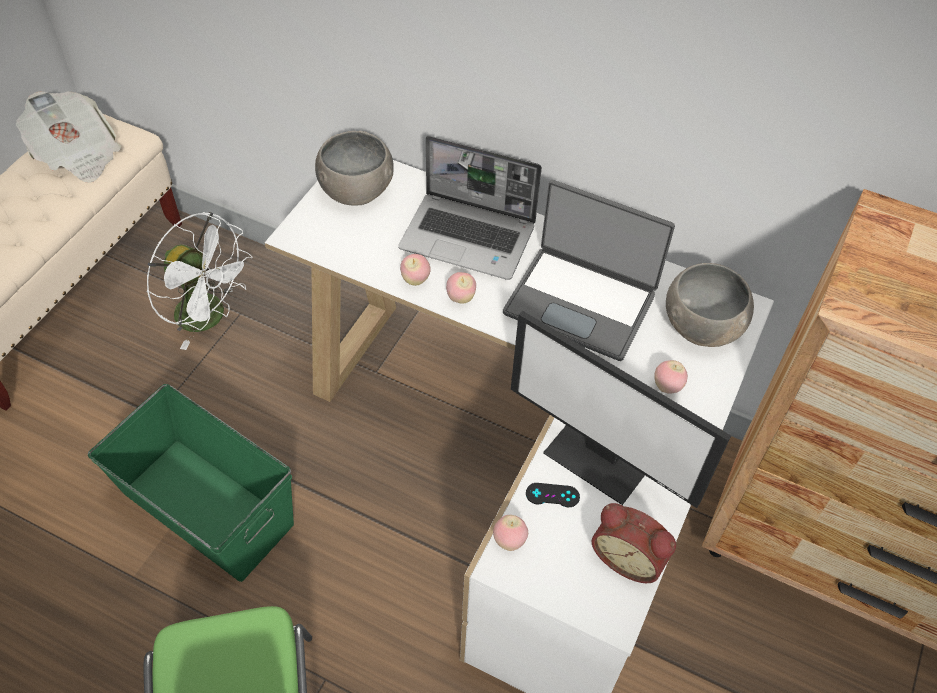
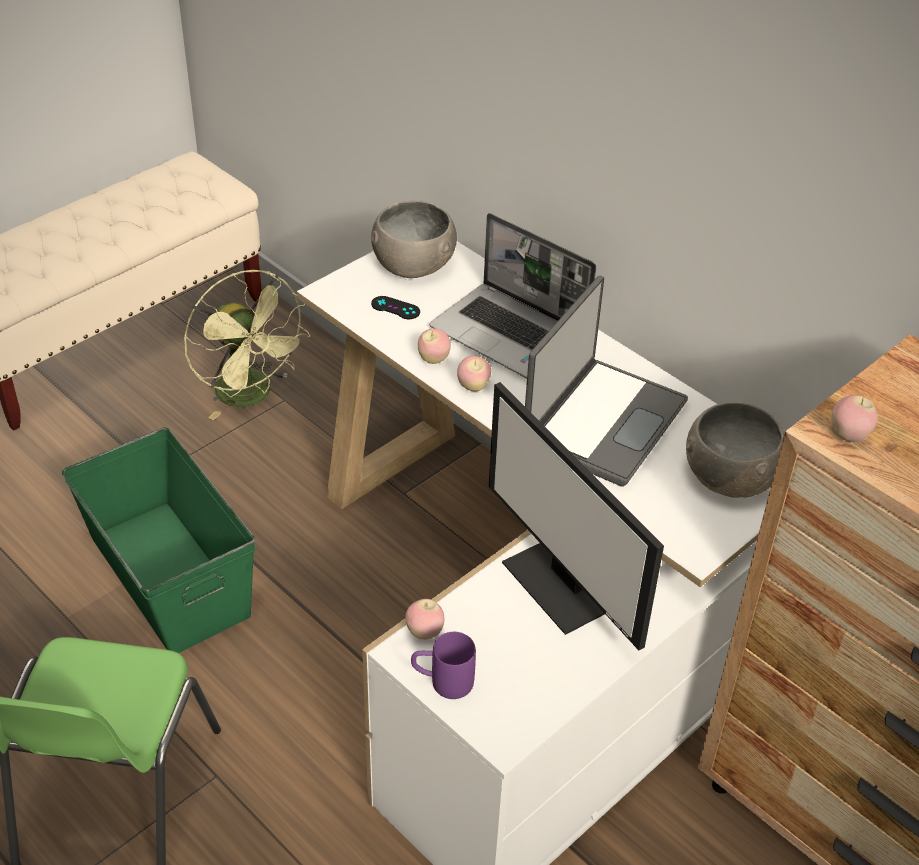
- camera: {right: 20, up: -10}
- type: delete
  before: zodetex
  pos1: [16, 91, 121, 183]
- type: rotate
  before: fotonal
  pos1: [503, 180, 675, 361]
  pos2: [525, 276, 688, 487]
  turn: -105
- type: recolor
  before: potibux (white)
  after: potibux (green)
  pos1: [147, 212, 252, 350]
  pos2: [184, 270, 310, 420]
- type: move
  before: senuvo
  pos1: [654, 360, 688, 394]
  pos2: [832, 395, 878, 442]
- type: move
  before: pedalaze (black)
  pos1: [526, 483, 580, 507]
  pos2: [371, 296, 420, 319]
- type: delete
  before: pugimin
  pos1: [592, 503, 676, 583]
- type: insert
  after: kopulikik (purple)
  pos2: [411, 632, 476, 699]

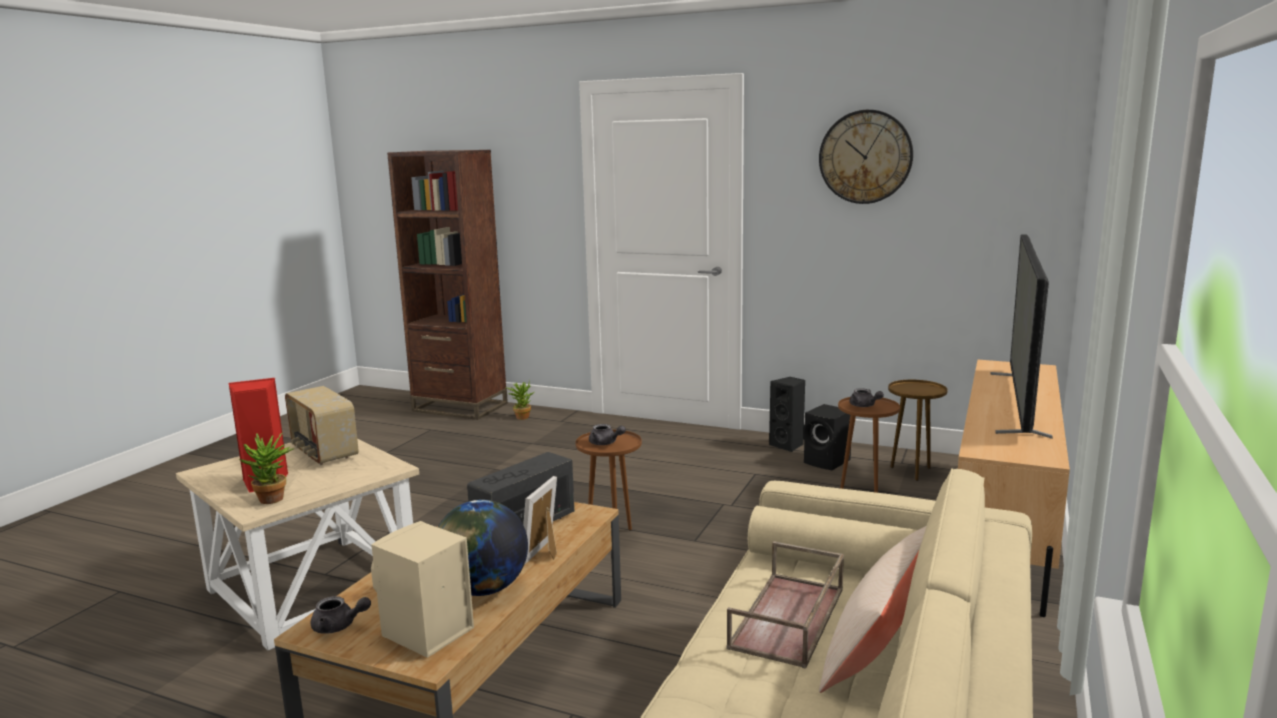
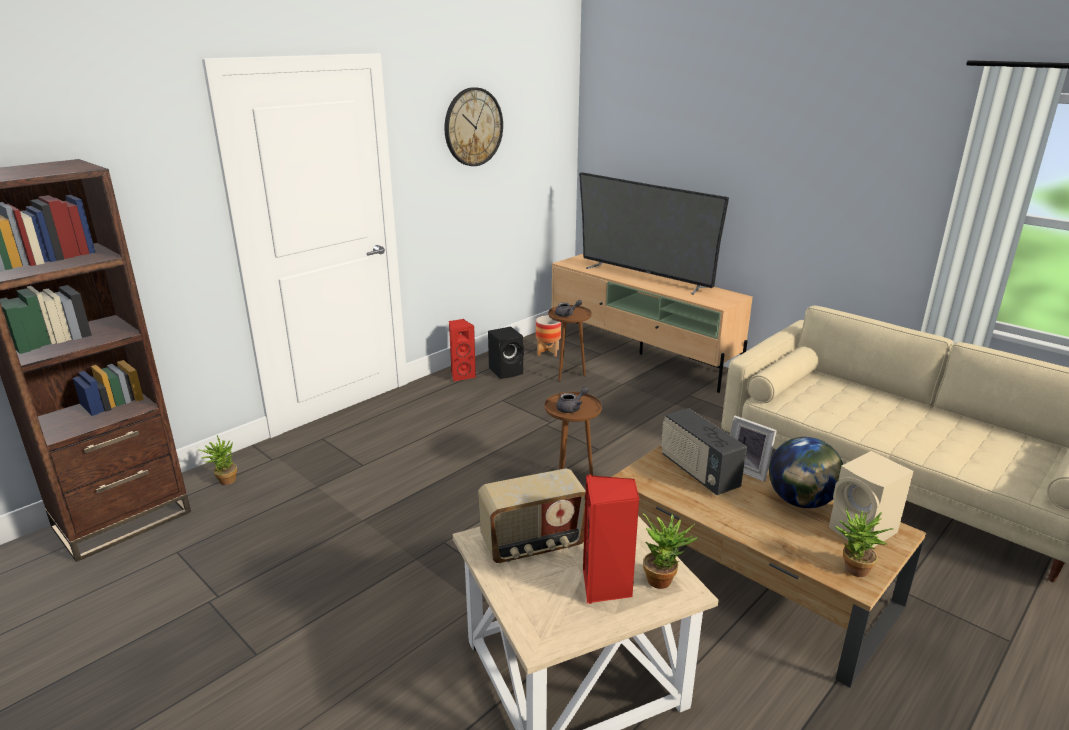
- camera: {right: -70, up: 10}
- type: recolor
  before: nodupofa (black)
  after: nodupofa (red)
  pos1: [769, 377, 805, 452]
  pos2: [449, 319, 476, 381]
- type: replace
  before: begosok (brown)
  after: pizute
  pos1: [888, 380, 948, 481]
  pos2: [536, 316, 561, 357]
- type: delete
  before: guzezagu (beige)
  pos1: [819, 526, 926, 693]
- type: delete
  before: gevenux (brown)
  pos1: [727, 541, 844, 669]
- type: replace
  before: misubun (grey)
  after: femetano
  pos1: [311, 596, 371, 634]
  pos2: [835, 508, 894, 577]

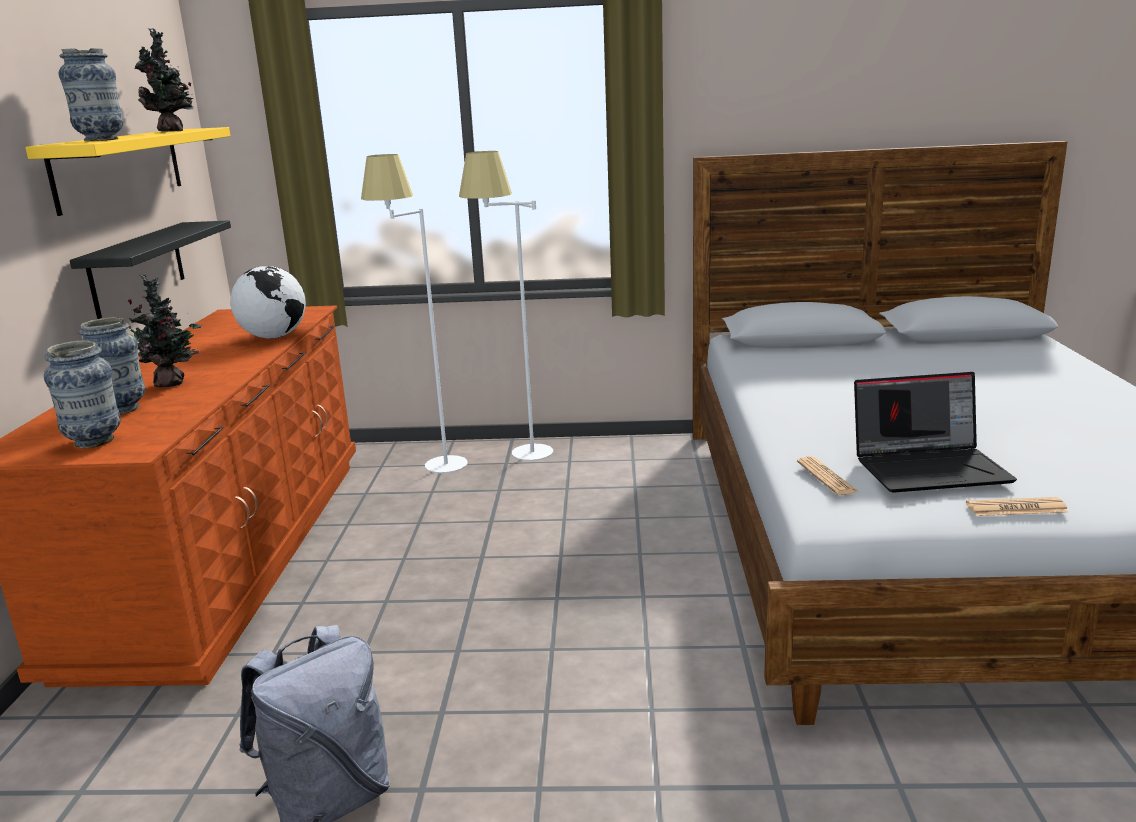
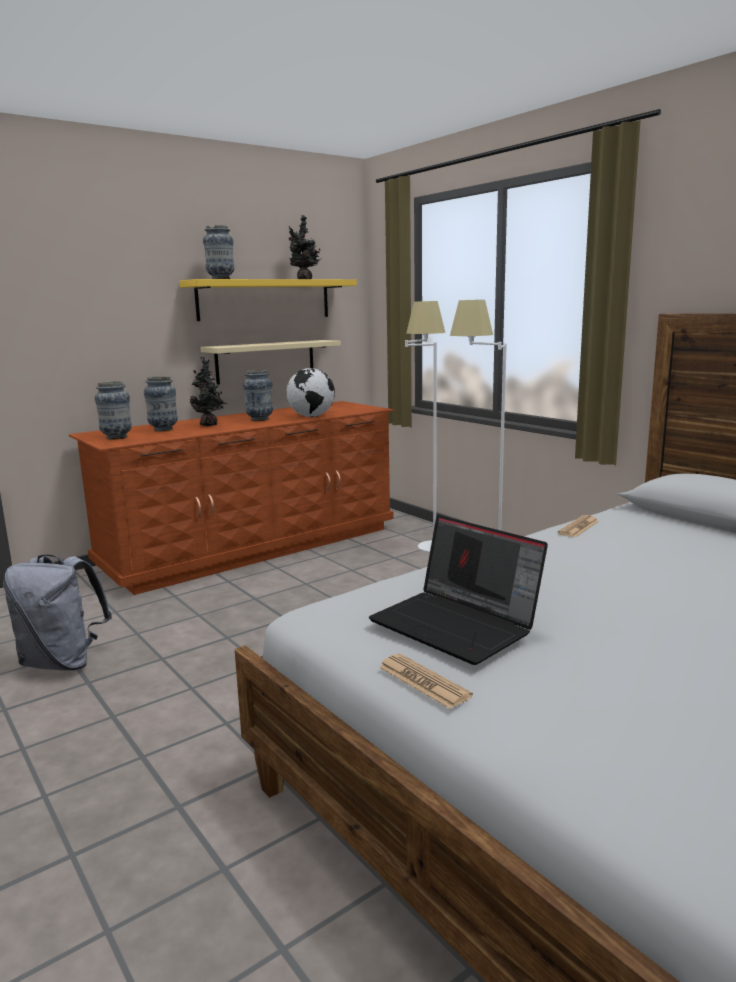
- camera: {right: 50, up: -5}
- type: recolor
  before: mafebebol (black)
  after: mafebebol (beige)
  pos1: [70, 220, 231, 319]
  pos2: [200, 340, 341, 384]
- type: move
  before: zodetex
  pos1: [797, 456, 859, 495]
  pos2: [558, 515, 599, 537]
- type: insert
  after: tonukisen
  pos2: [243, 370, 273, 421]

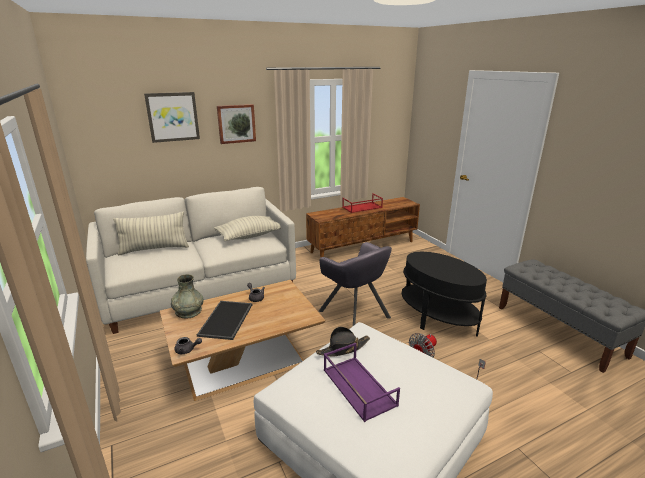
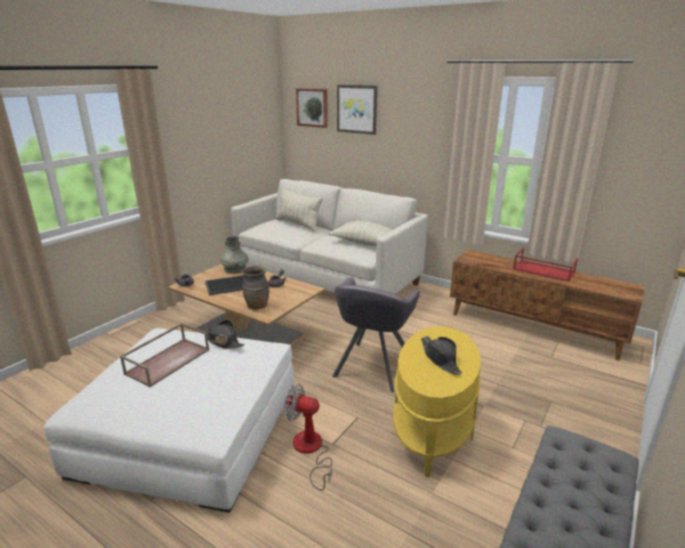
- camera: {right: 60, up: 0}
- type: move
  before: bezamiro
  pos1: [217, 104, 256, 144]
  pos2: [296, 88, 328, 128]
- type: recolor
  before: begosok (black)
  after: begosok (yellow)
  pos1: [401, 252, 487, 337]
  pos2: [393, 326, 481, 477]
- type: recolor
  before: gevenux (purple)
  after: gevenux (brown)
  pos1: [324, 343, 400, 422]
  pos2: [120, 323, 209, 387]
- type: insert
  after: tonukisen (brown)
  pos2: [242, 266, 269, 309]
- type: insert
  after: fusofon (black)
  pos2: [421, 336, 462, 375]

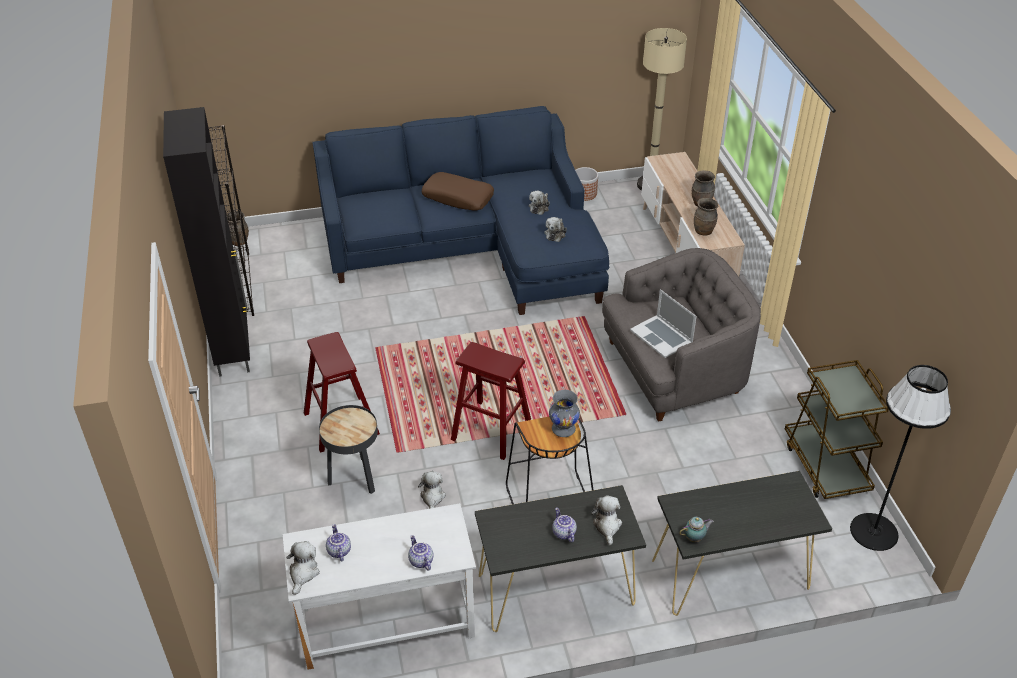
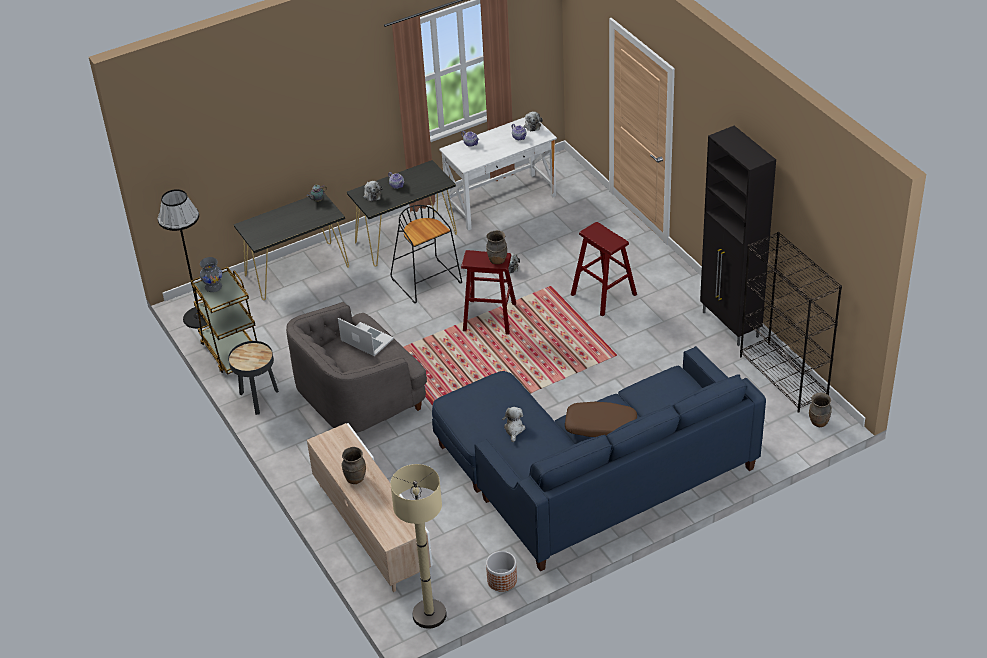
- camera: {right: 165, up: 0}
- type: move
  before: tonukisen (brown)
  pos1: [694, 198, 718, 236]
  pos2: [486, 230, 507, 264]
- type: delete
  before: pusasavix
  pos1: [544, 217, 567, 242]
- type: move
  before: tonukisen (grey)
  pos1: [549, 390, 580, 437]
  pos2: [200, 257, 222, 292]
- type: move
  before: begosok (black)
  pos1: [319, 405, 378, 494]
  pos2: [228, 341, 279, 415]

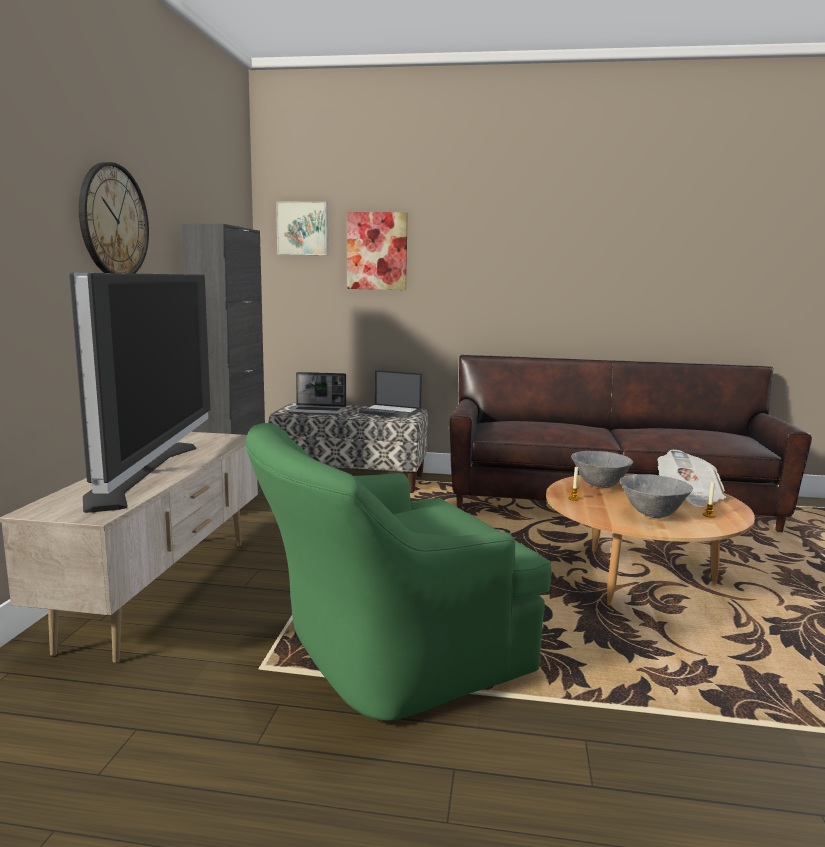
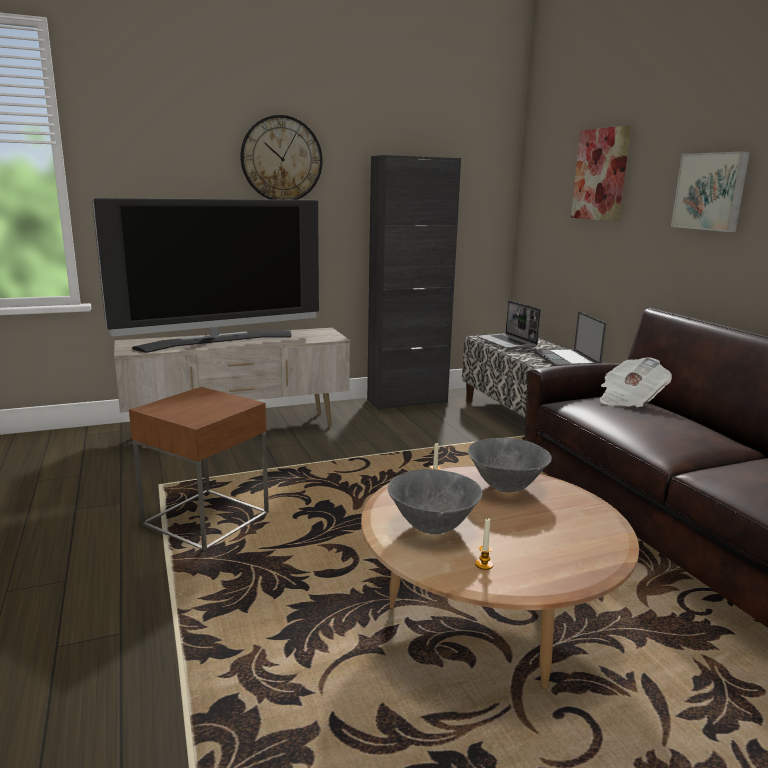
- camera: {right: 60, up: 5}
- type: move
  before: bezamiro
  pos1: [276, 202, 328, 255]
  pos2: [671, 151, 750, 232]
- type: replace
  before: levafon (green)
  after: begosok (brown)
  pos1: [245, 423, 551, 721]
  pos2: [129, 387, 269, 551]
- type: move
  before: zodetex
  pos1: [657, 450, 726, 507]
  pos2: [599, 357, 672, 407]

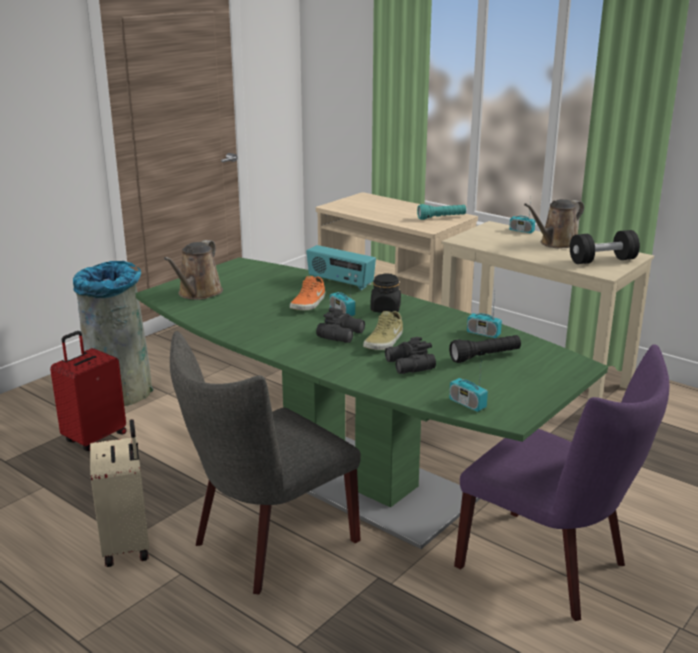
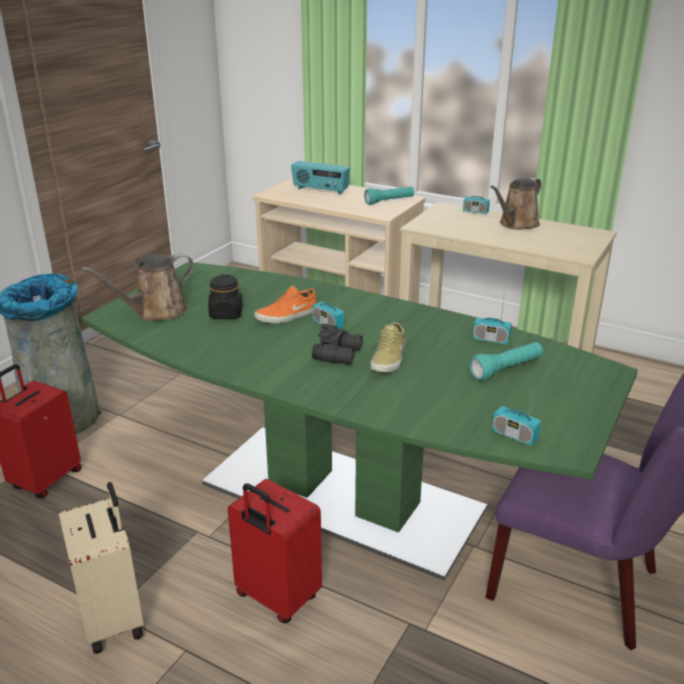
- camera: {right: -10, up: 5}
- type: delete
  before: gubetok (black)
  pos1: [570, 230, 640, 264]
- type: rotate
  before: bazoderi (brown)
  pos1: [164, 240, 223, 300]
  pos2: [81, 253, 194, 321]
  turn: 45
- type: move
  before: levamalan
  pos1: [306, 245, 376, 291]
  pos2: [291, 161, 350, 195]
- type: move
  before: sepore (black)
  pos1: [370, 273, 401, 313]
  pos2: [208, 275, 243, 319]
- type: rotate
  before: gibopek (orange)
  pos1: [290, 276, 325, 310]
  pos2: [254, 286, 317, 323]
  turn: 45
- type: replace
  before: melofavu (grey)
  after: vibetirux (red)
  pos1: [170, 331, 361, 595]
  pos2: [228, 479, 322, 623]
- type: recolor
  before: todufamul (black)
  after: todufamul (turquoise)
  pos1: [449, 335, 521, 363]
  pos2: [469, 342, 543, 381]
- type: delete
  before: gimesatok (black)
  pos1: [385, 337, 436, 374]

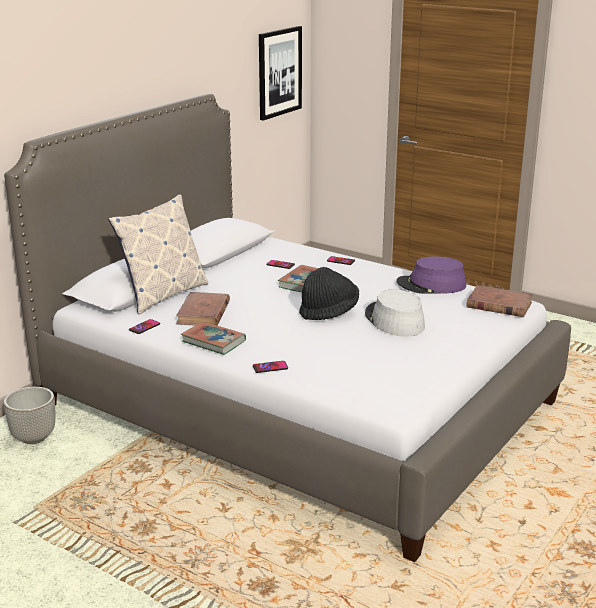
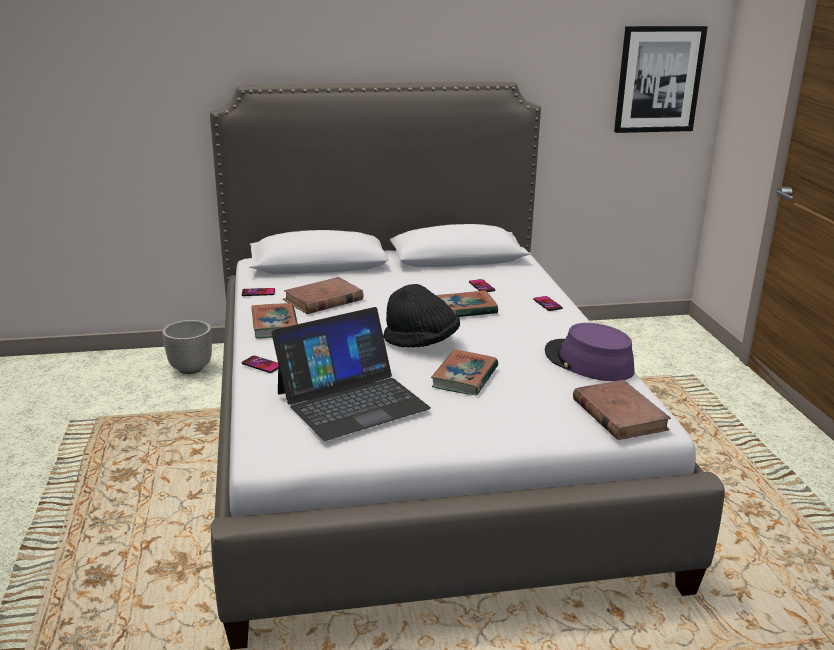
- camera: {right: 45, up: 0}
- type: delete
  before: guzezagu
  pos1: [108, 194, 208, 315]
- type: replace
  before: fusofon (grey)
  after: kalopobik
  pos1: [365, 290, 425, 337]
  pos2: [431, 349, 498, 395]
- type: insert
  after: fotonal
  pos2: [271, 307, 431, 441]

